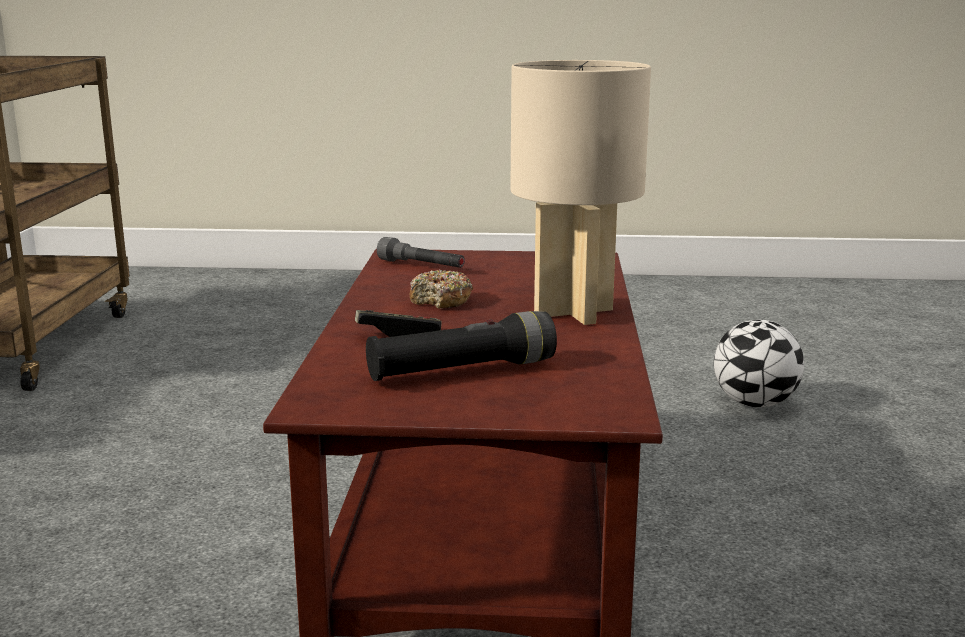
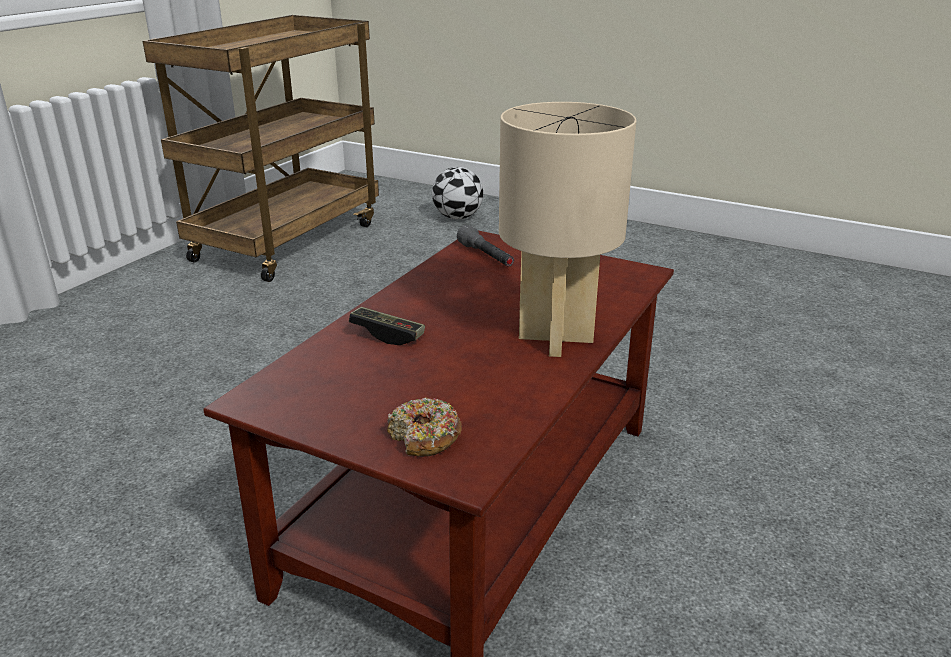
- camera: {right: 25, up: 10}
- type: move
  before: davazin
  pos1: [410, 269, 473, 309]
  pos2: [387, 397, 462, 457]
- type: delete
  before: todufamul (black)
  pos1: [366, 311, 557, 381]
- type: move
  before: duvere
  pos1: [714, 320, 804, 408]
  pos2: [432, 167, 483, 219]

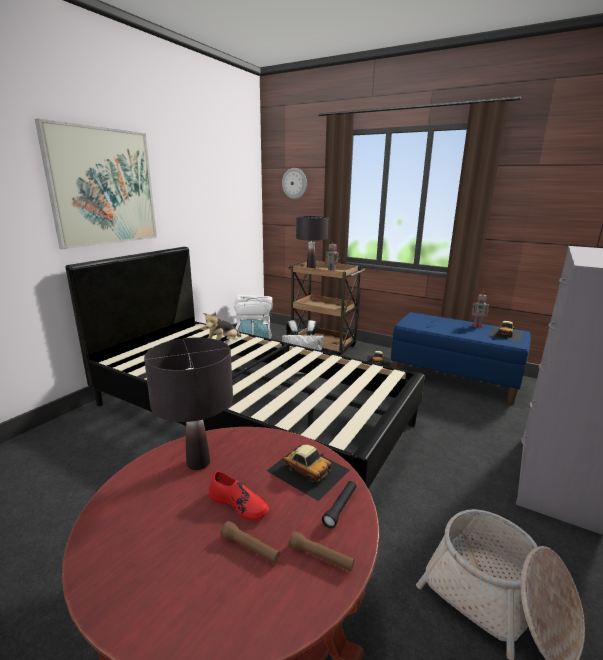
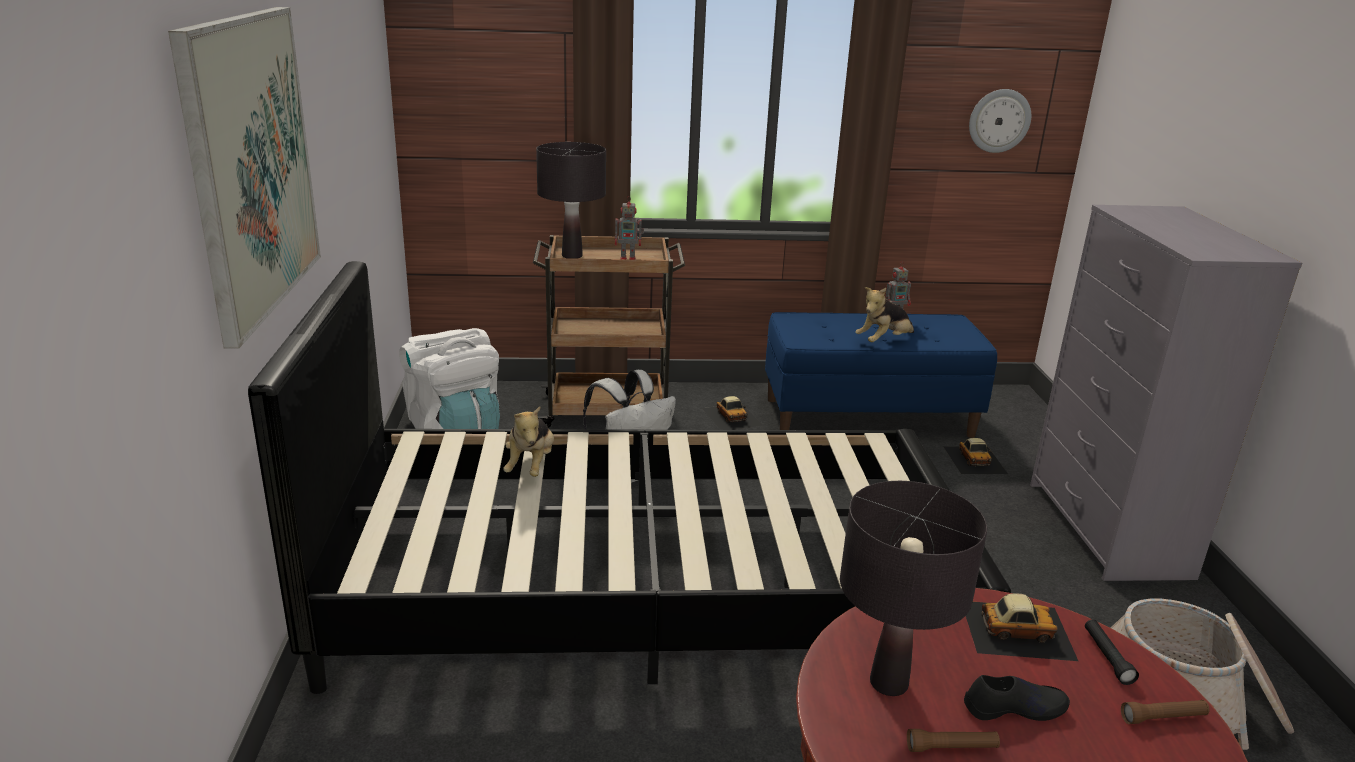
- camera: {right: -35, up: 5}
- type: move
  before: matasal
  pos1: [282, 168, 307, 199]
  pos2: [969, 89, 1031, 153]
- type: move
  before: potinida
  pos1: [489, 321, 522, 341]
  pos2: [943, 438, 1008, 474]
- type: recolor
  before: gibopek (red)
  after: gibopek (black)
  pos1: [209, 472, 269, 520]
  pos2: [964, 675, 1070, 721]
- type: move
  before: todufamul (brown)
  pos1: [221, 521, 280, 564]
  pos2: [907, 729, 1000, 752]
- type: insert
  after: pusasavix
  pos2: [855, 287, 914, 342]

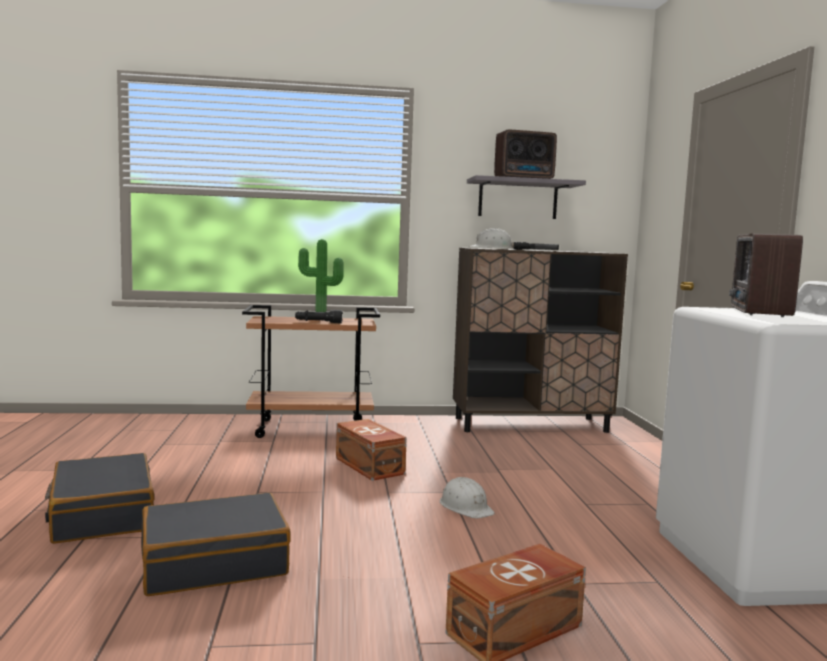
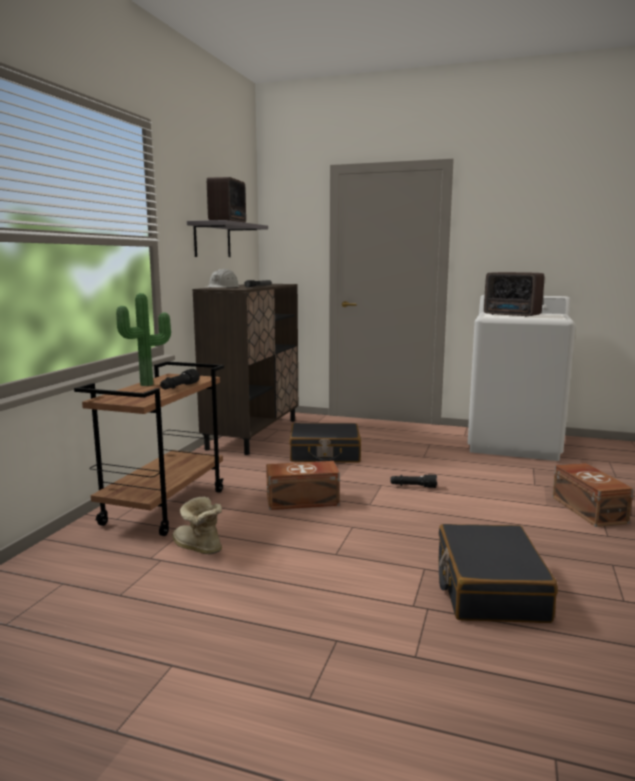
- camera: {right: -65, up: 5}
- type: move
  before: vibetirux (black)
  pos1: [45, 453, 154, 544]
  pos2: [289, 423, 361, 463]
- type: replace
  before: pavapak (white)
  after: todufamul (black)
  pos1: [440, 477, 495, 518]
  pos2: [390, 474, 437, 488]
- type: insert
  after: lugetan
  pos2: [172, 497, 222, 555]

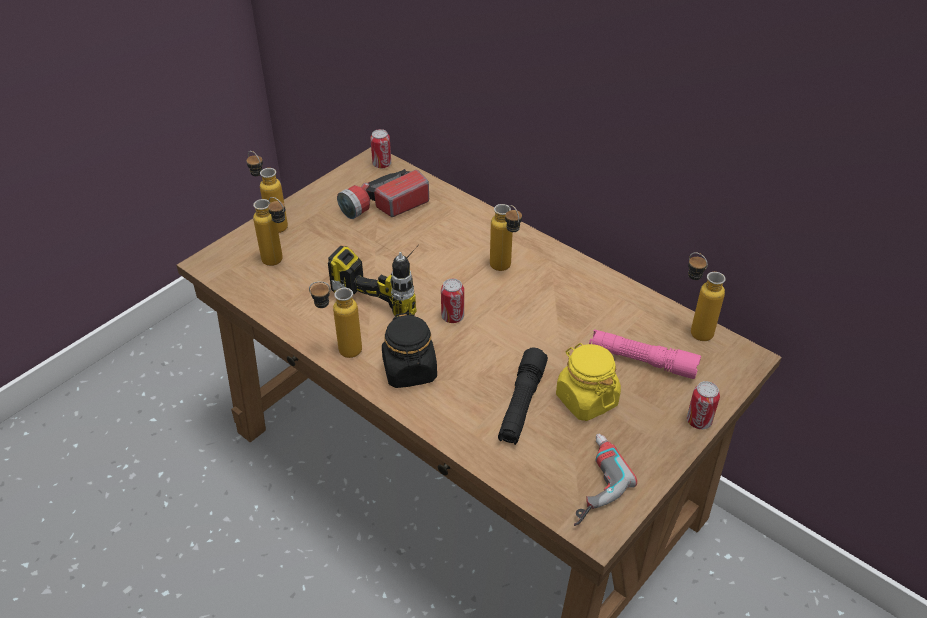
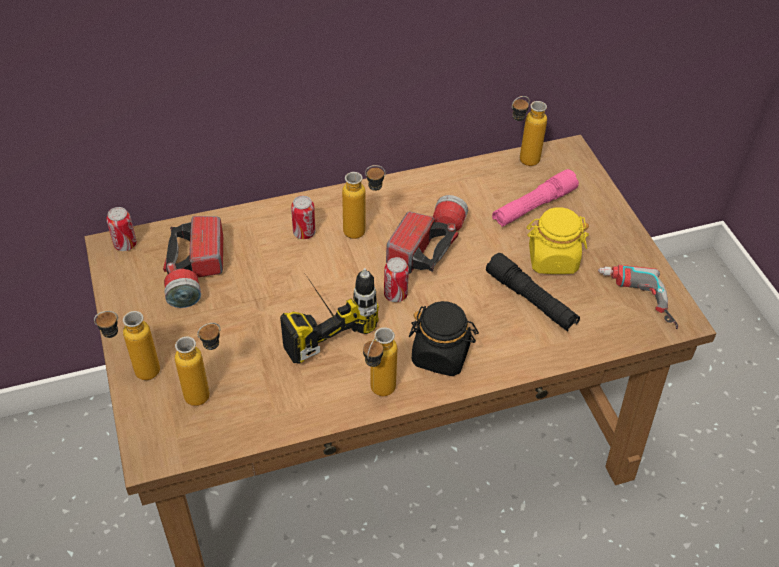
- camera: {right: -60, up: 5}
- type: move
  before: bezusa
  pos1: [687, 381, 720, 429]
  pos2: [291, 196, 316, 239]
- type: insert
  after: todufamul
  pos2: [386, 195, 468, 274]

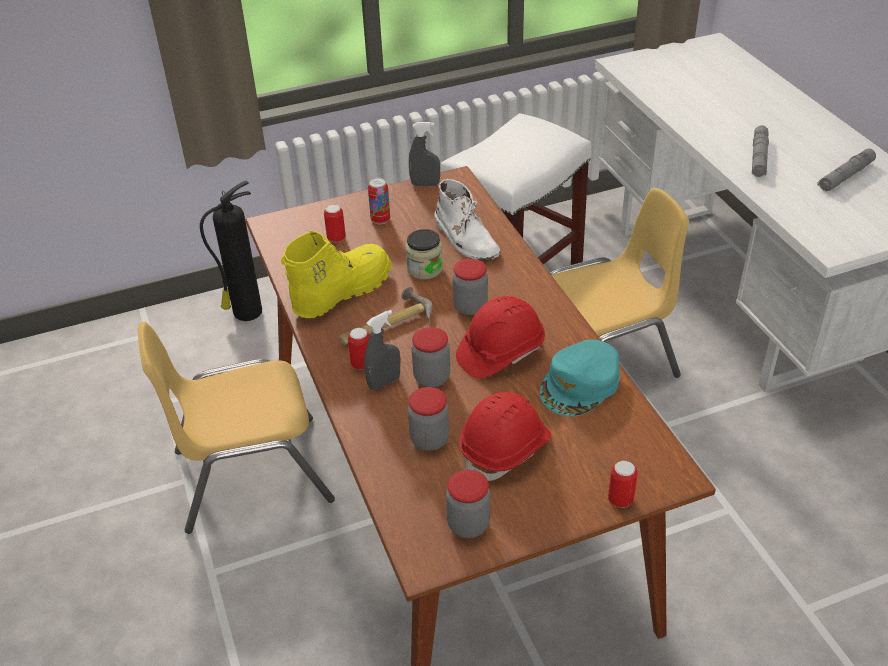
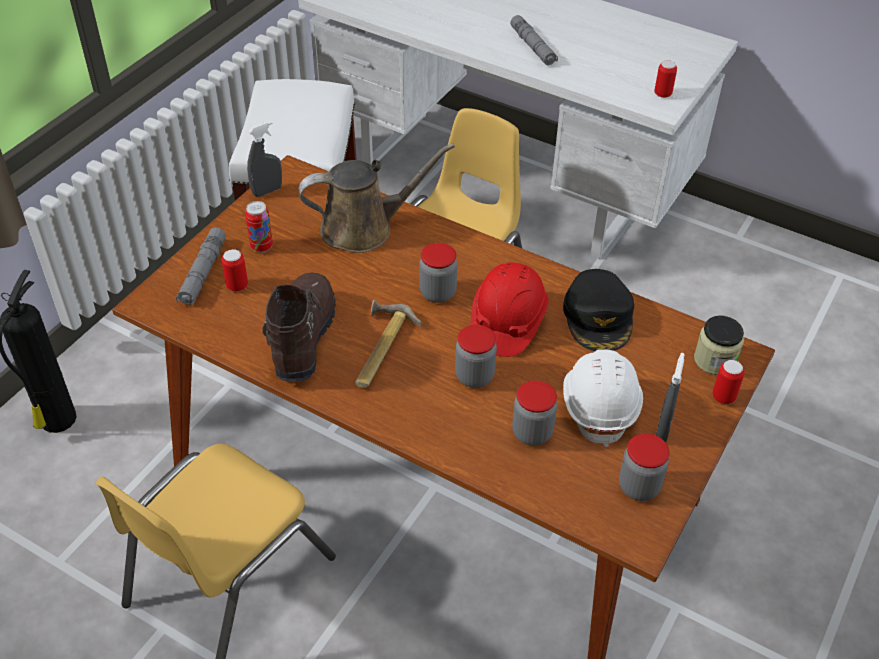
- camera: {right: -40, up: 5}
- type: move
  before: todufamul (grey)
  pos1: [818, 148, 876, 191]
  pos2: [176, 228, 226, 305]
- type: replace
  before: lugetan (white)
  after: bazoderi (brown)
  pos1: [434, 179, 500, 261]
  pos2: [299, 143, 455, 253]
- type: move
  before: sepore
  pos1: [405, 229, 443, 280]
  pos2: [694, 315, 744, 375]
- type: recolor
  before: lugetan (yellow)
  after: lugetan (brown)
  pos1: [281, 230, 392, 318]
  pos2: [262, 273, 336, 382]
- type: move
  before: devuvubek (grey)
  pos1: [364, 310, 401, 390]
  pos2: [656, 353, 685, 442]
- type: move
  before: bezusa
  pos1: [348, 328, 370, 370]
  pos2: [654, 60, 677, 98]
- type: recolor
  before: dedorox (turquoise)
  after: dedorox (black)
  pos1: [540, 339, 620, 416]
  pos2: [563, 269, 634, 351]
- type: recolor
  before: pavapak (red)
  after: pavapak (white)
  pos1: [459, 392, 551, 481]
  pos2: [563, 349, 643, 447]

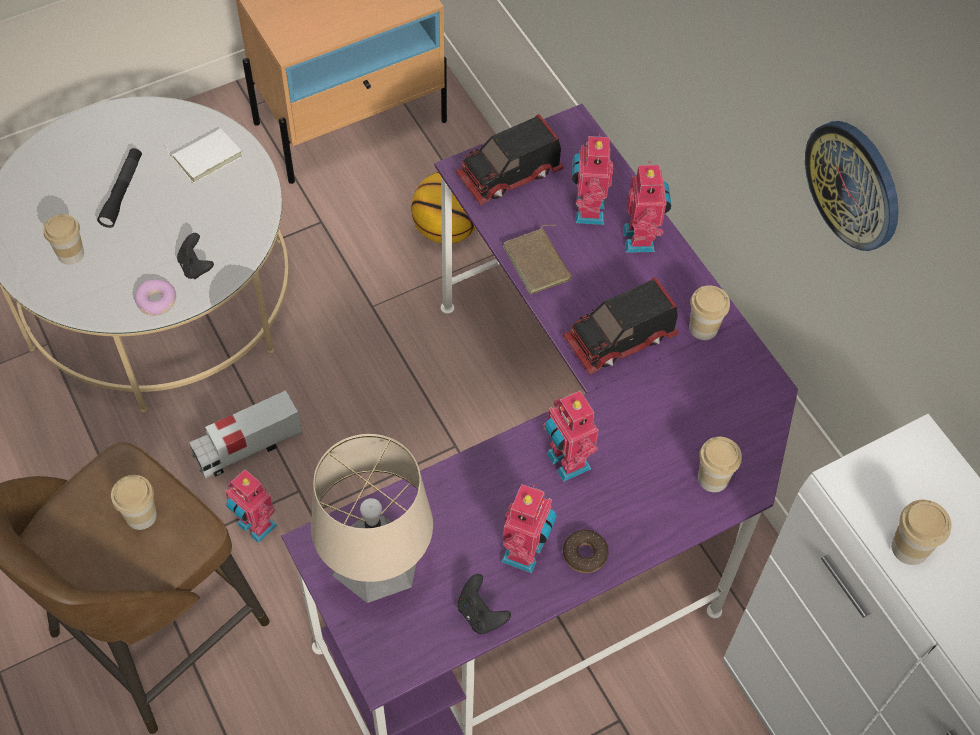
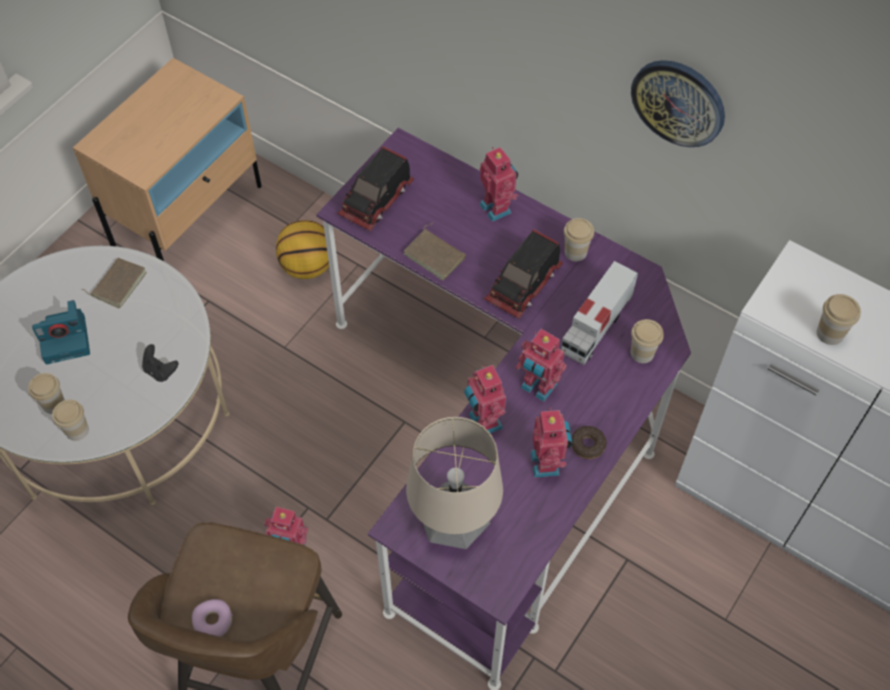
- camera: {right: -25, up: 0}
- type: recolor
  before: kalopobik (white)
  after: kalopobik (brown)
  pos1: [166, 128, 242, 183]
  pos2: [82, 258, 147, 308]
- type: move
  before: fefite
  pos1: [572, 132, 613, 225]
  pos2: [464, 365, 506, 433]
- type: replace
  before: todufamul (black)
  after: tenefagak
  pos1: [97, 148, 142, 228]
  pos2: [32, 300, 90, 364]
- type: move
  before: davazin
  pos1: [135, 279, 176, 316]
  pos2: [192, 599, 233, 637]
- type: move
  before: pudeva
  pos1: [189, 390, 302, 479]
  pos2: [561, 261, 638, 365]
- type: move
  before: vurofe
  pos1: [111, 475, 157, 530]
  pos2: [52, 400, 89, 441]
- type: delete
  before: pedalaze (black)
  pos1: [458, 574, 511, 634]

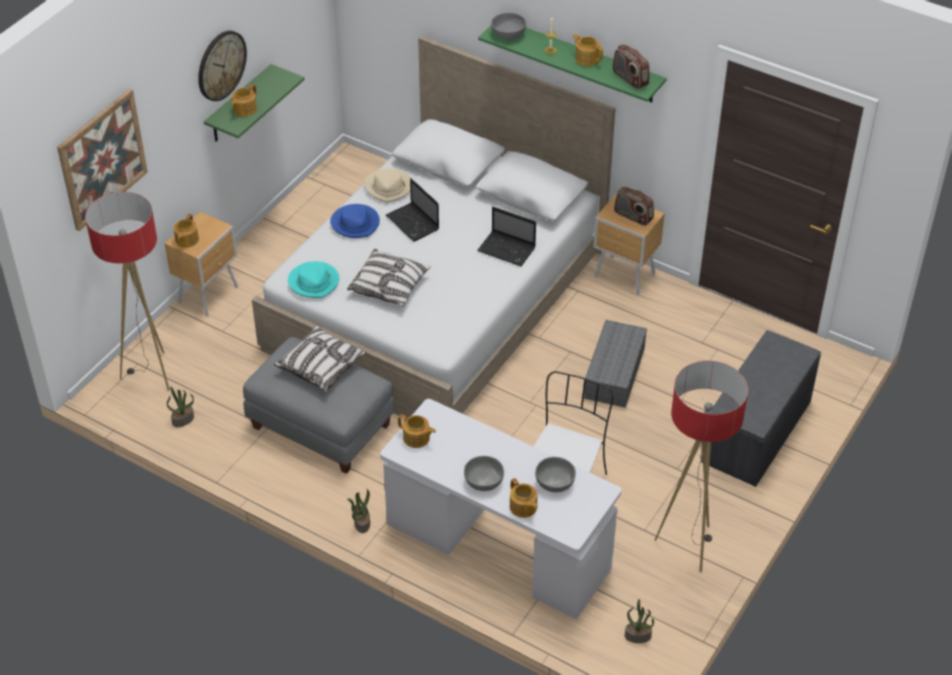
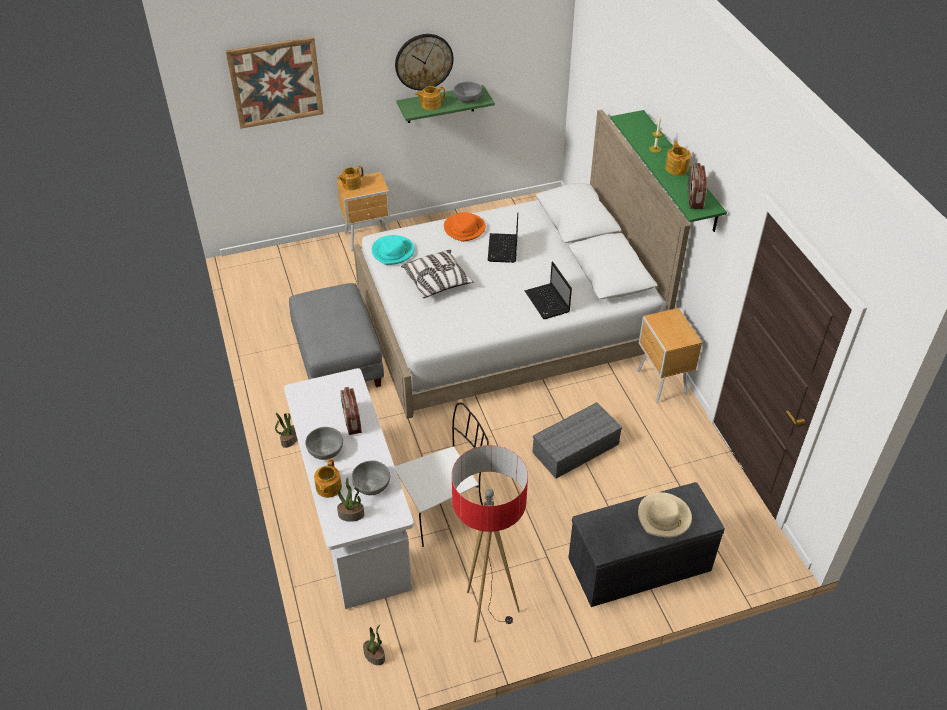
- camera: {right: 40, up: 0}
- type: move
  before: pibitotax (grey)
  pos1: [491, 13, 526, 40]
  pos2: [454, 82, 482, 103]
- type: move
  before: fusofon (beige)
  pos1: [365, 168, 411, 202]
  pos2: [638, 492, 692, 538]
- type: move
  before: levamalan
  pos1: [614, 187, 654, 226]
  pos2: [341, 387, 362, 435]
- type: delete
  before: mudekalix
  pos1: [85, 192, 170, 391]
- type: recolor
  before: fusofon (blue)
  after: fusofon (orange)
  pos1: [330, 204, 380, 238]
  pos2: [444, 212, 486, 242]
- type: delete
  before: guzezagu
  pos1: [274, 326, 366, 392]
- type: move
  before: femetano
  pos1: [167, 387, 194, 427]
  pos2: [337, 477, 364, 522]
- type: delete
  before: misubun
  pos1: [398, 414, 436, 448]

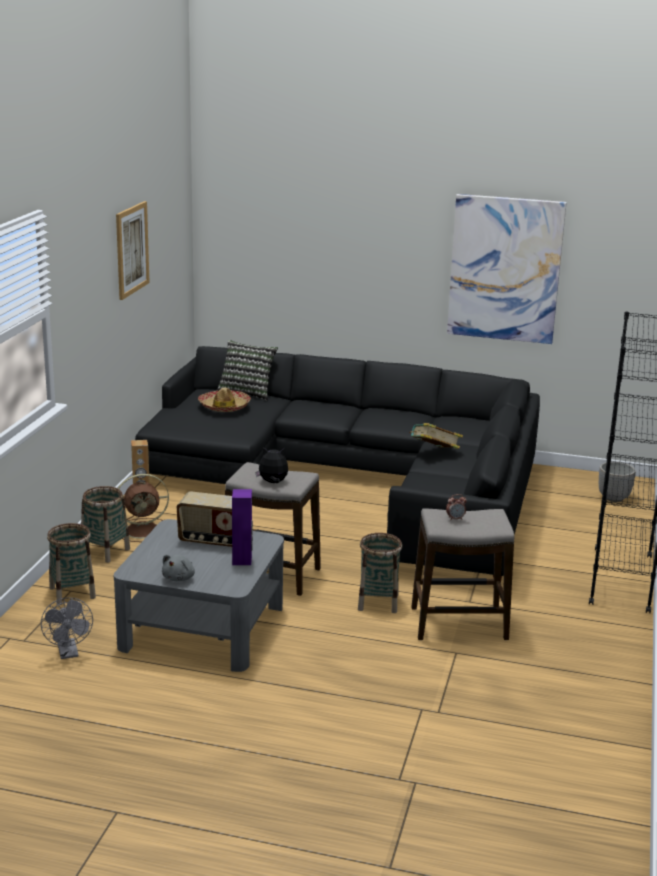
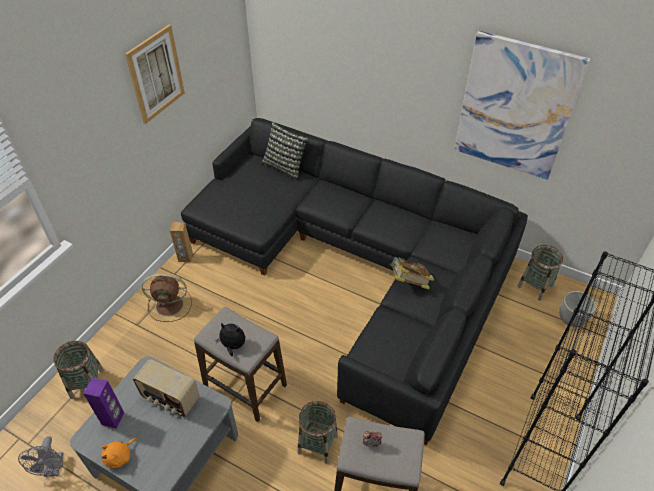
- camera: {right: 15, up: 25}
- type: delete
  before: fusofon
  pos1: [198, 387, 251, 412]
- type: move
  before: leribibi
  pos1: [81, 486, 130, 563]
  pos2: [518, 245, 563, 301]
- type: move
  before: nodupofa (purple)
  pos1: [232, 489, 253, 565]
  pos2: [83, 378, 124, 428]
- type: recolor
  before: pusasavix (grey)
  after: pusasavix (orange)
  pos1: [162, 555, 195, 581]
  pos2: [100, 438, 137, 468]

